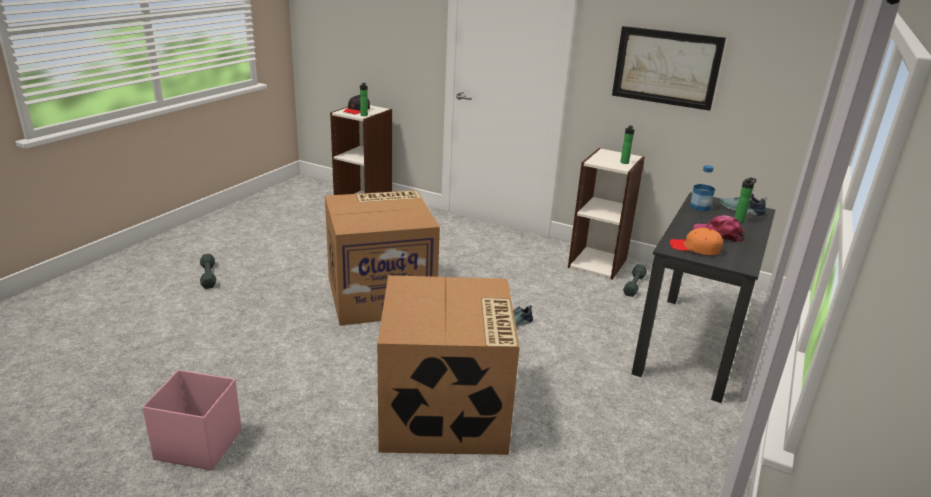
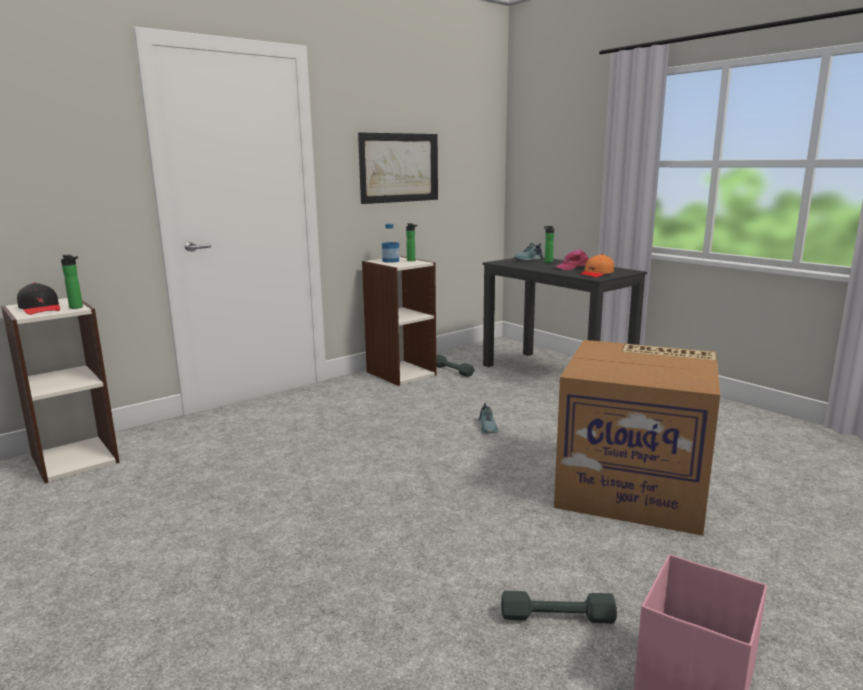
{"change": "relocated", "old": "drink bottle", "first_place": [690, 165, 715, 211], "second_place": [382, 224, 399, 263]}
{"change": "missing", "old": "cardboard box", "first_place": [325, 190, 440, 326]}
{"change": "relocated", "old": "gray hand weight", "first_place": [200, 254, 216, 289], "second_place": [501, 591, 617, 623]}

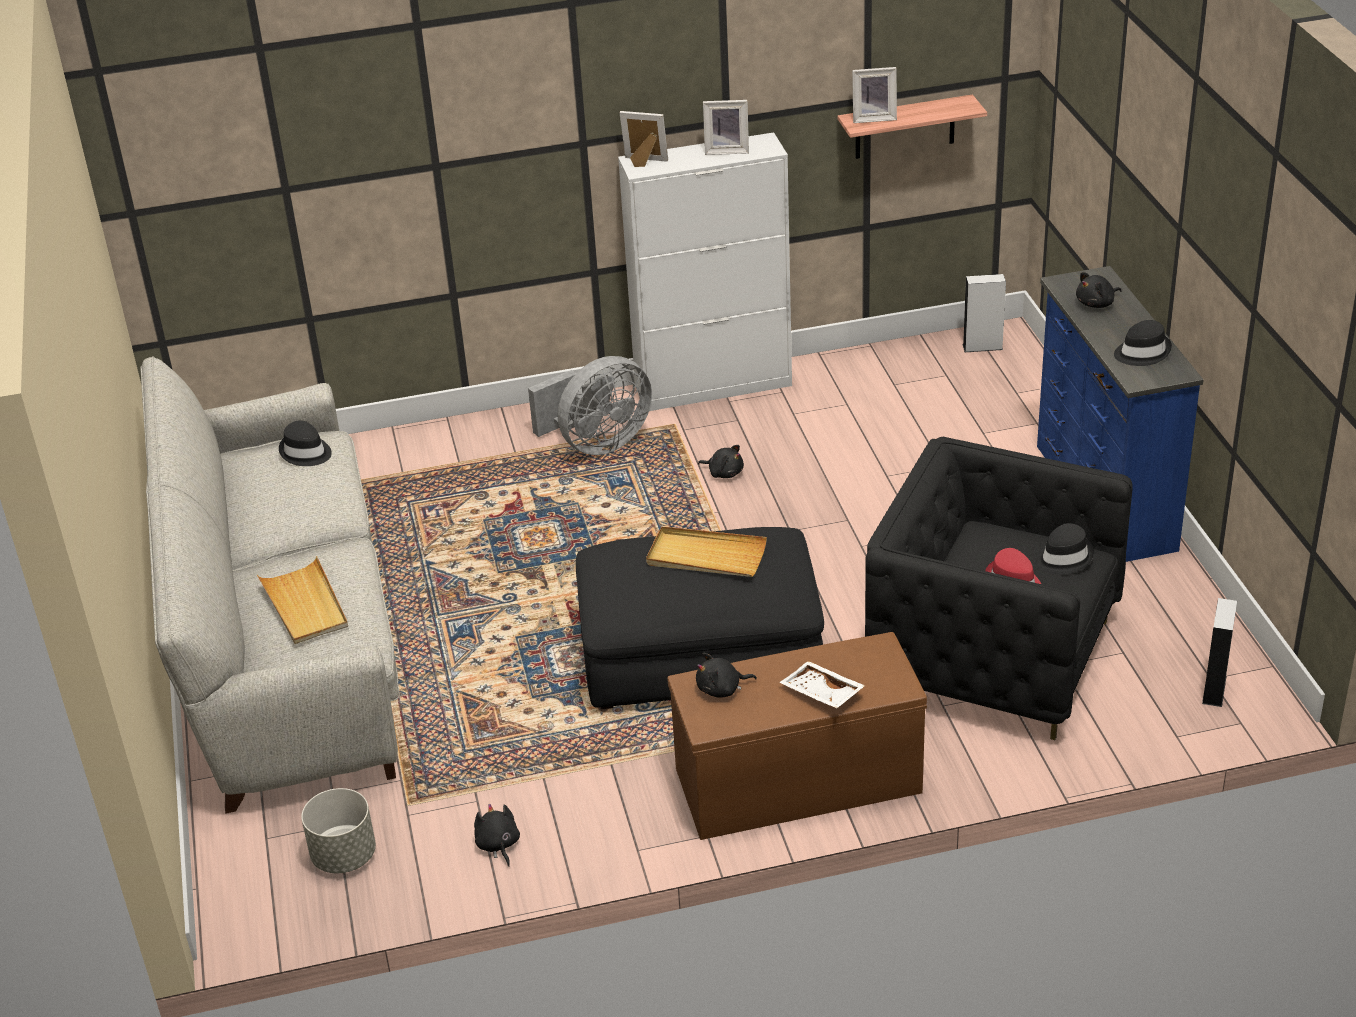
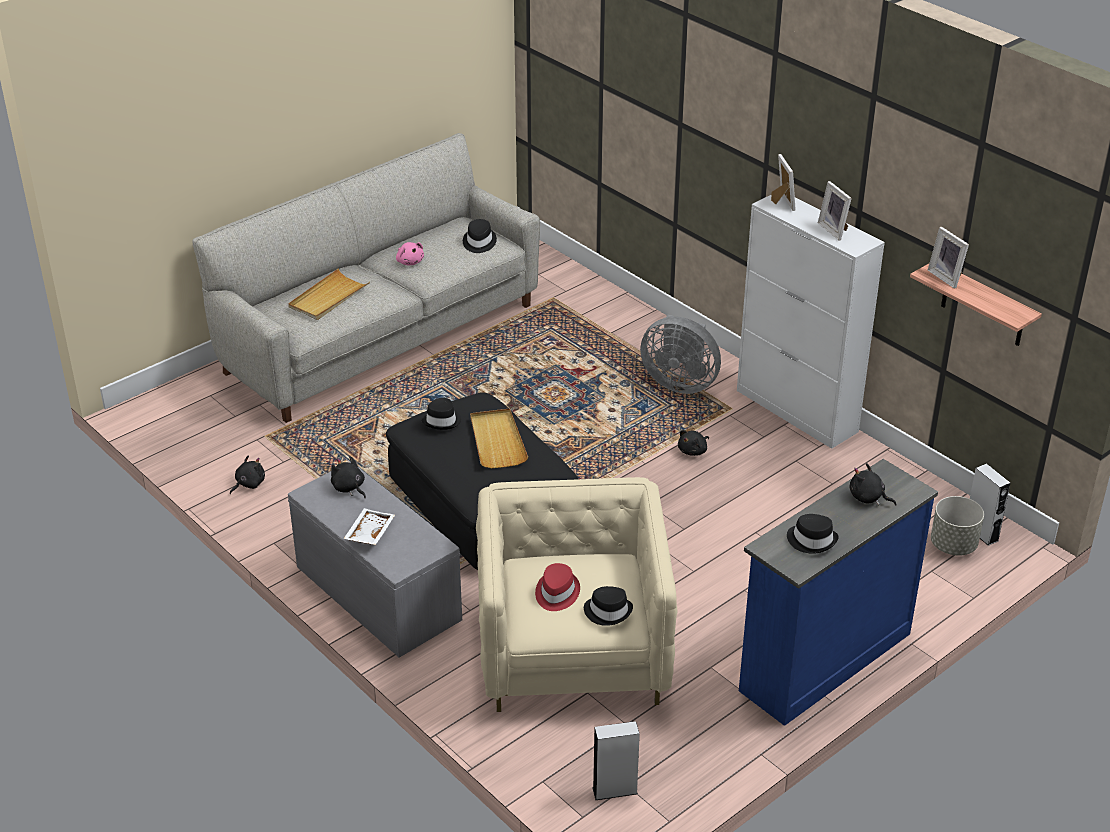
{"change": "colour", "old": "black lounge chair", "new": "beige lounge chair", "first_place": [865, 437, 1133, 740], "second_place": [476, 477, 678, 712]}
{"change": "spun", "old": "black plush toy", "first_place": [698, 445, 744, 478], "second_place": [678, 430, 709, 456], "degrees": 45}
{"change": "colour", "old": "brown long seat", "new": "gray long seat", "first_place": [668, 632, 927, 840], "second_place": [288, 462, 462, 658]}
{"change": "relocated", "old": "gray flower pot", "first_place": [301, 788, 376, 873], "second_place": [931, 496, 984, 556]}
{"change": "appeared", "new": "pink plush toy", "second_place": [396, 242, 424, 265]}
{"change": "appeared", "new": "black wearable hat", "second_place": [422, 398, 461, 430]}

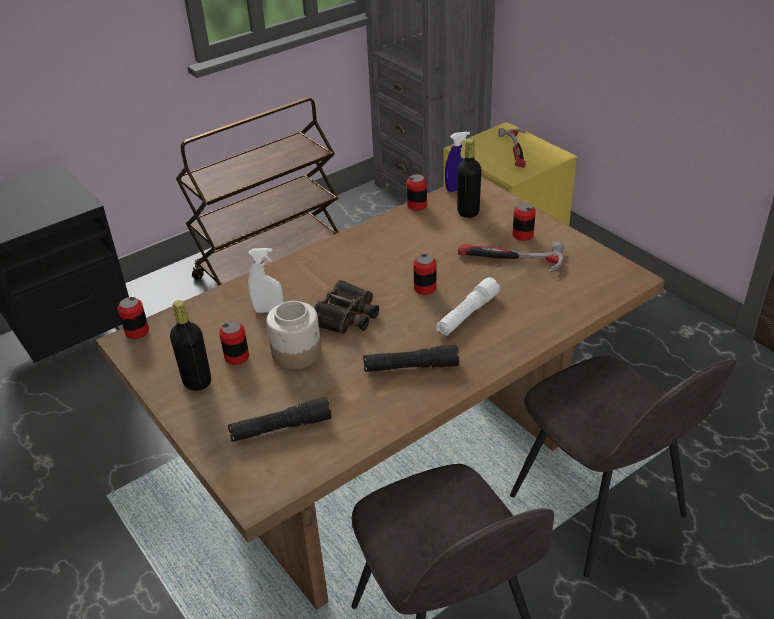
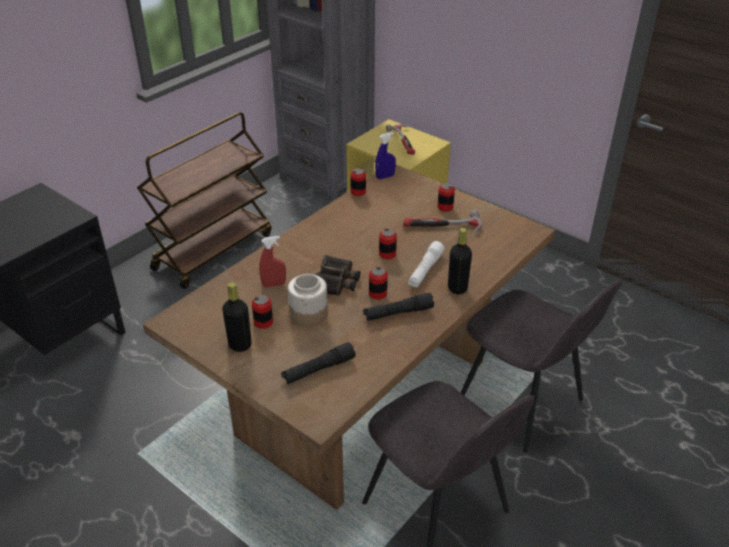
{"change": "relocated", "old": "black drink bottle", "first_place": [457, 139, 481, 218], "second_place": [448, 228, 472, 294]}
{"change": "colour", "old": "white sprayer", "new": "reddish sprayer", "first_place": [248, 248, 284, 313], "second_place": [259, 236, 286, 287]}
{"change": "relocated", "old": "metal can", "first_place": [118, 297, 149, 339], "second_place": [369, 267, 388, 300]}

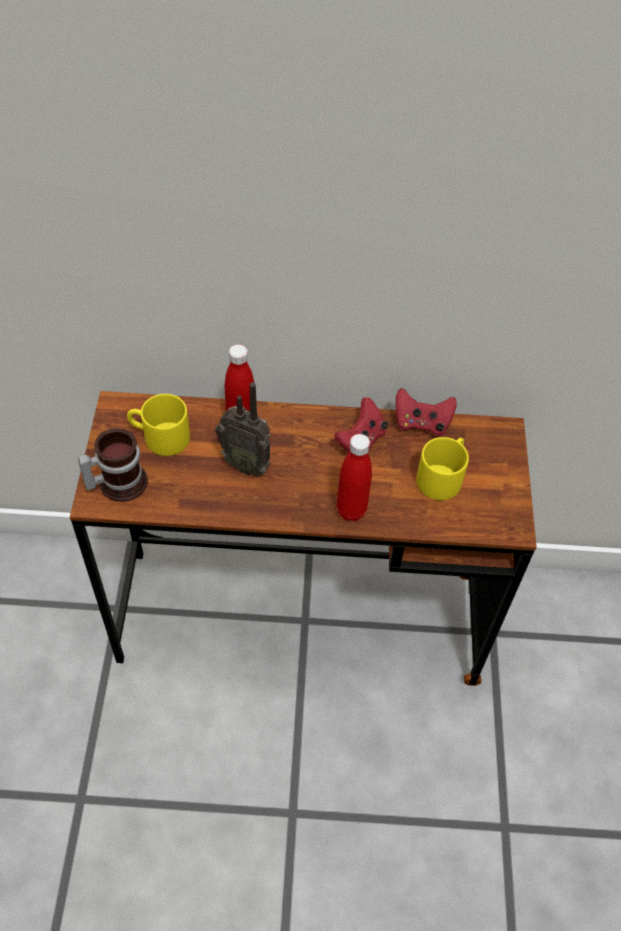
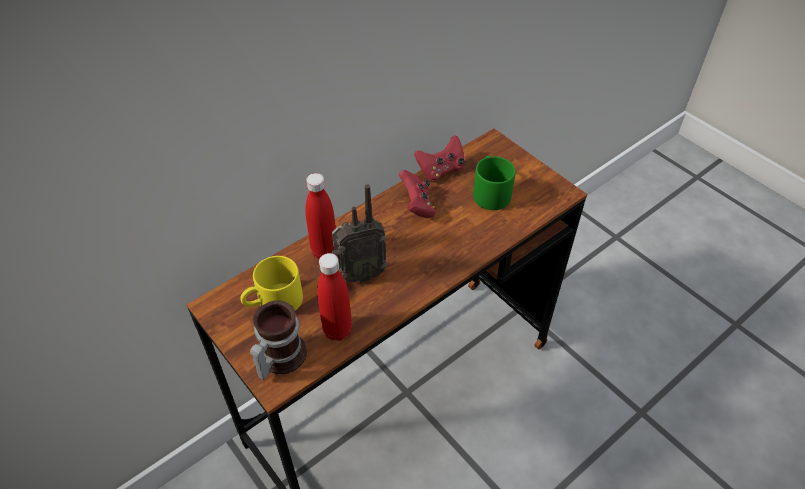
{"change": "relocated", "old": "reddish drink bottle", "first_place": [337, 434, 372, 521], "second_place": [317, 253, 352, 341]}
{"change": "colour", "old": "yellow mug", "new": "green-coloured mug", "first_place": [416, 437, 469, 500], "second_place": [473, 156, 516, 210]}

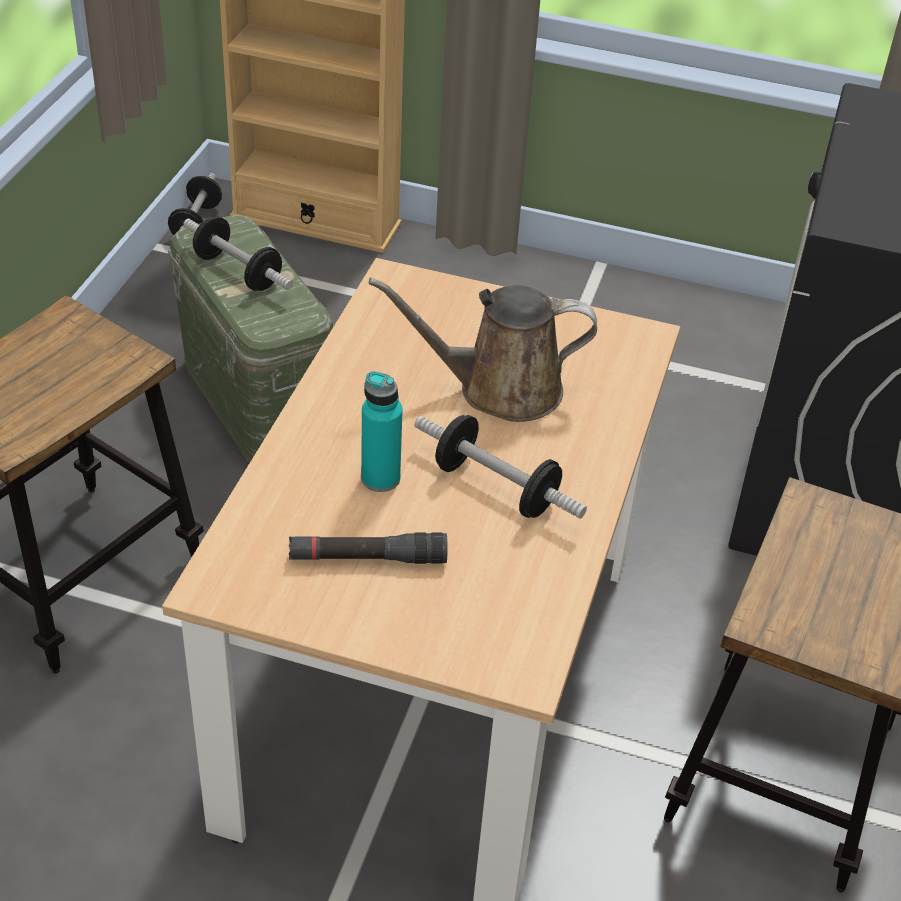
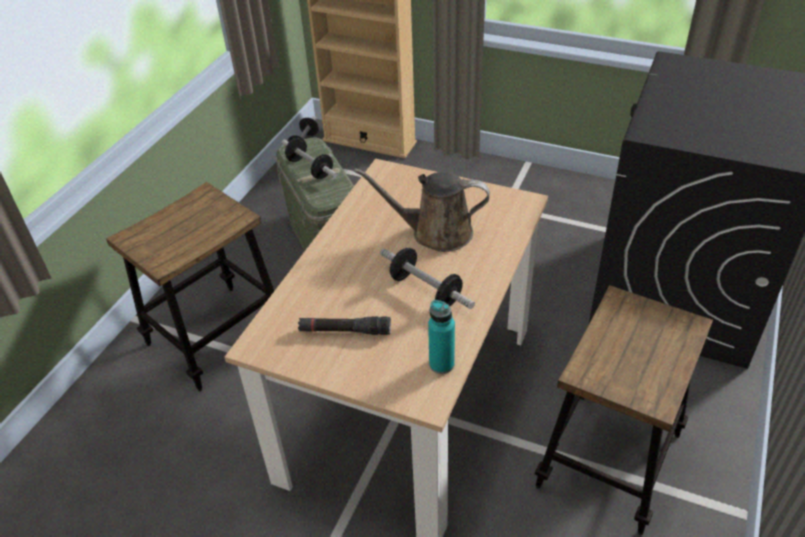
{"change": "relocated", "old": "turquoise drink bottle", "first_place": [361, 371, 403, 492], "second_place": [428, 300, 455, 374]}

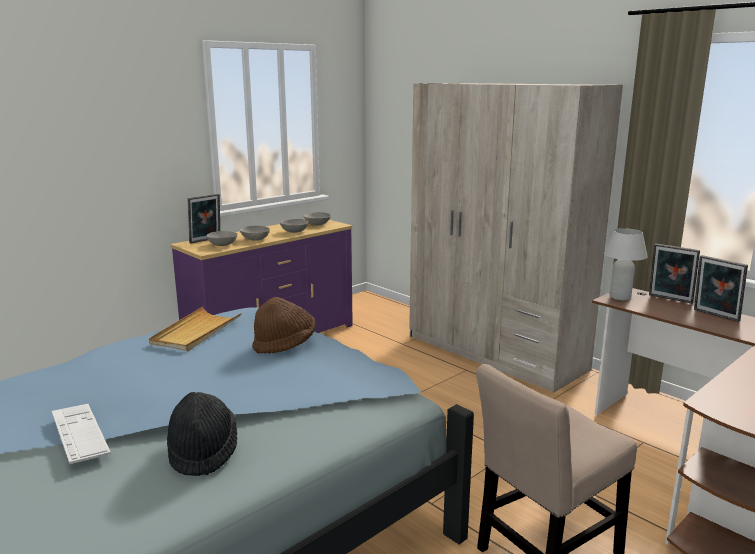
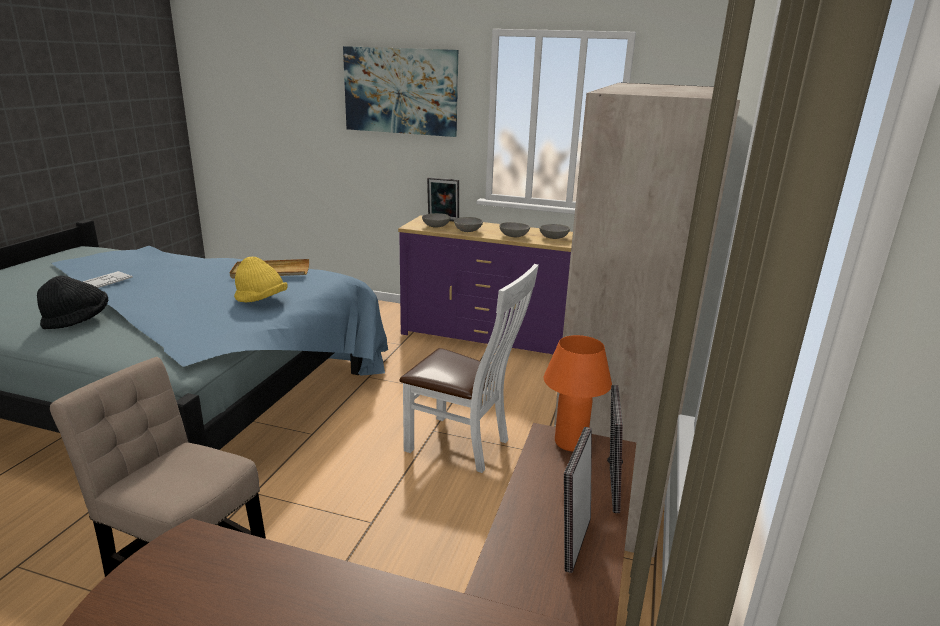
{"change": "colour", "old": "white table lamp", "new": "orange-coloured table lamp", "first_place": [604, 228, 648, 300], "second_place": [544, 335, 612, 451]}
{"change": "colour", "old": "brown wearable hat", "new": "yellow wearable hat", "first_place": [252, 297, 315, 354], "second_place": [234, 256, 288, 302]}
{"change": "appeared", "new": "wall picture", "second_place": [343, 46, 458, 137]}
{"change": "appeared", "new": "white upright chair", "second_place": [399, 264, 539, 473]}

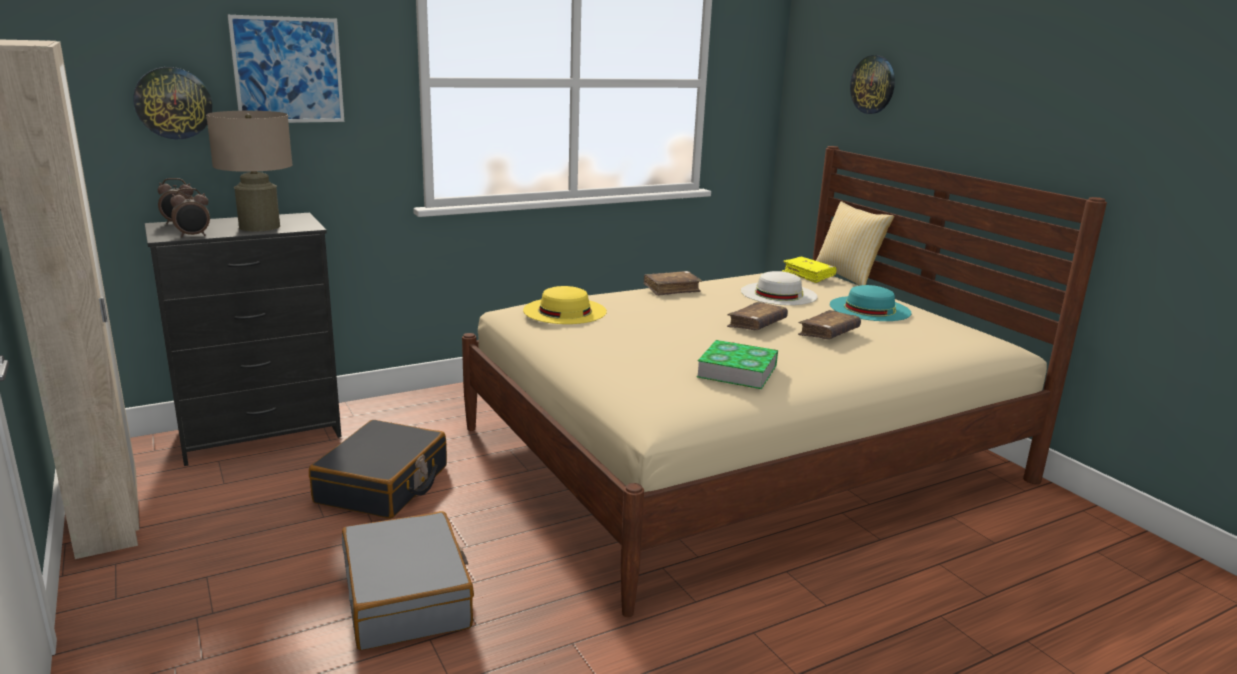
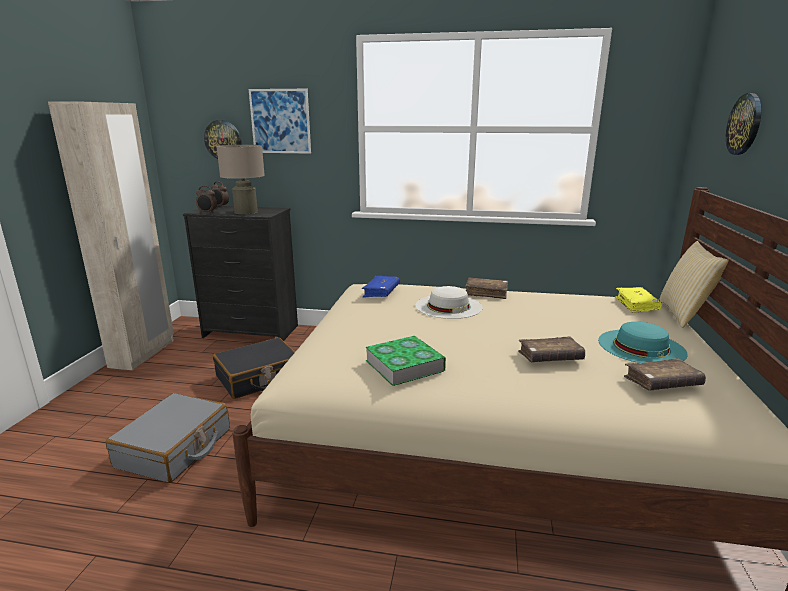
{"change": "relocated", "old": "white wearable hat", "first_place": [741, 271, 818, 305], "second_place": [416, 286, 482, 319]}
{"change": "exchanged", "old": "yellow wearable hat", "new": "blue-coloured bound book", "first_place": [523, 286, 607, 324], "second_place": [362, 276, 400, 298]}
{"change": "relocated", "old": "brown bound book", "first_place": [727, 302, 788, 330], "second_place": [624, 358, 706, 391]}

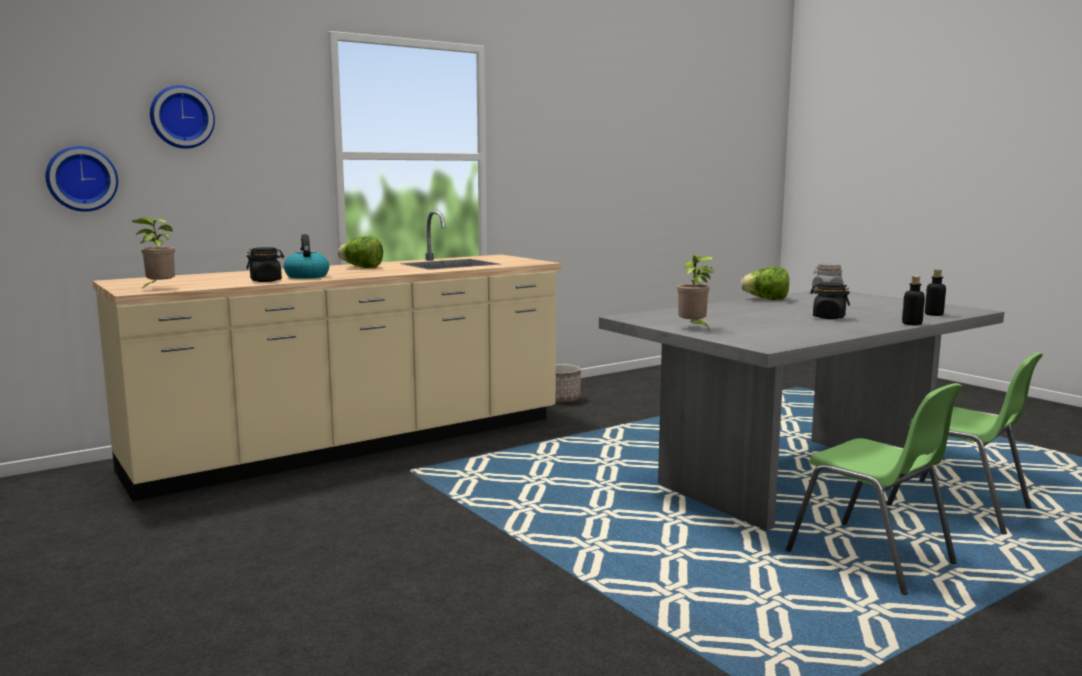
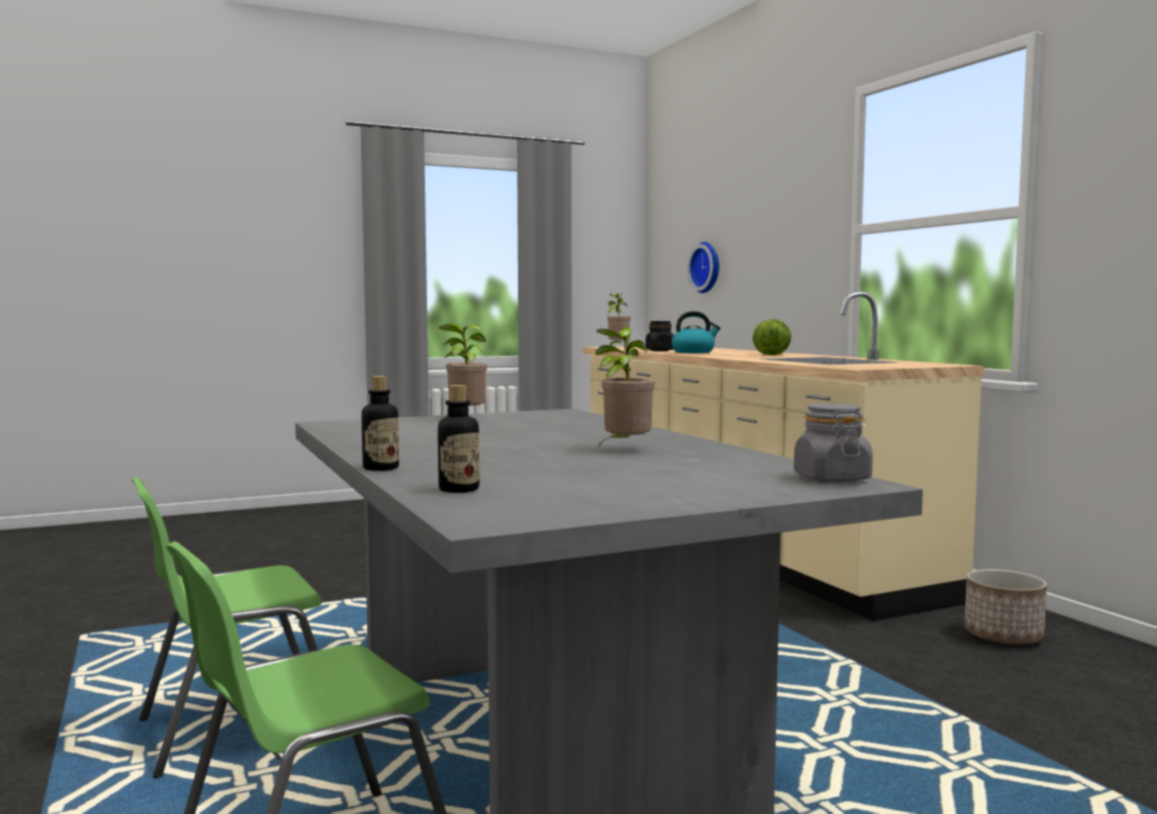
{"change": "missing", "old": "hanging clock", "first_place": [150, 85, 215, 149]}
{"change": "missing", "old": "head of lettuce", "first_place": [741, 267, 789, 300]}
{"change": "missing", "old": "black preserve jar", "first_place": [810, 282, 850, 319]}
{"change": "appeared", "new": "plant in a pot", "second_place": [596, 327, 655, 446]}

